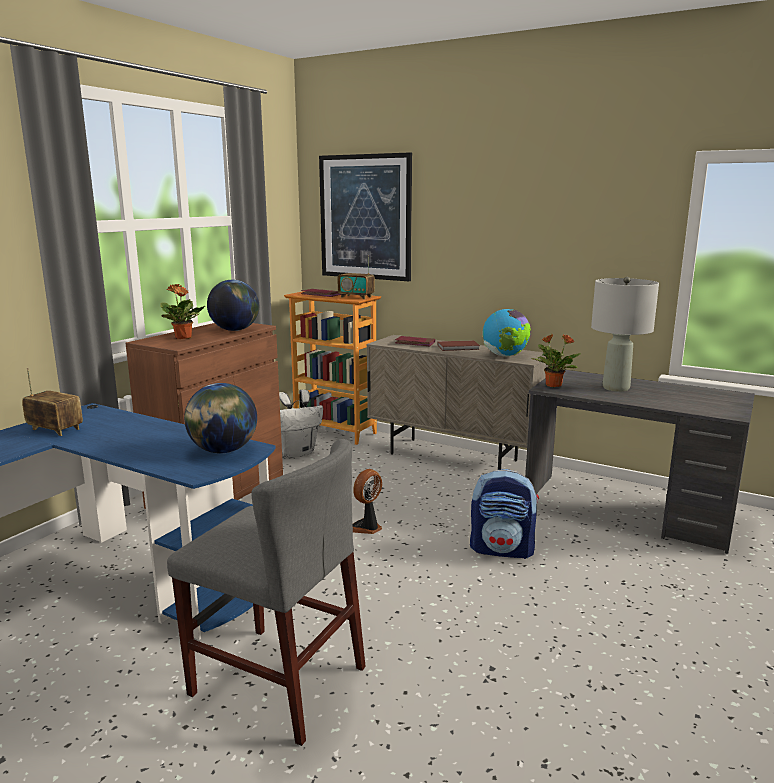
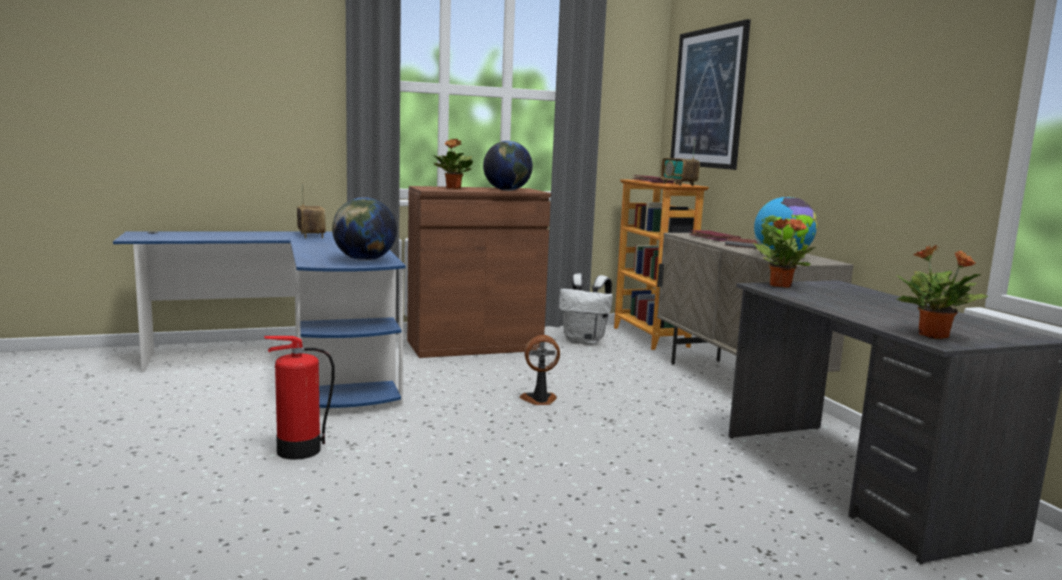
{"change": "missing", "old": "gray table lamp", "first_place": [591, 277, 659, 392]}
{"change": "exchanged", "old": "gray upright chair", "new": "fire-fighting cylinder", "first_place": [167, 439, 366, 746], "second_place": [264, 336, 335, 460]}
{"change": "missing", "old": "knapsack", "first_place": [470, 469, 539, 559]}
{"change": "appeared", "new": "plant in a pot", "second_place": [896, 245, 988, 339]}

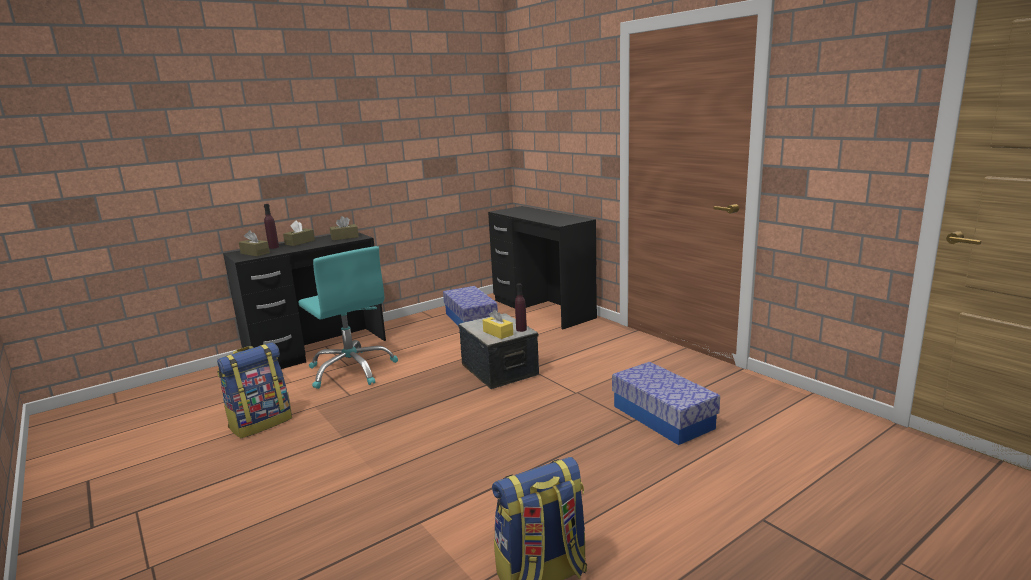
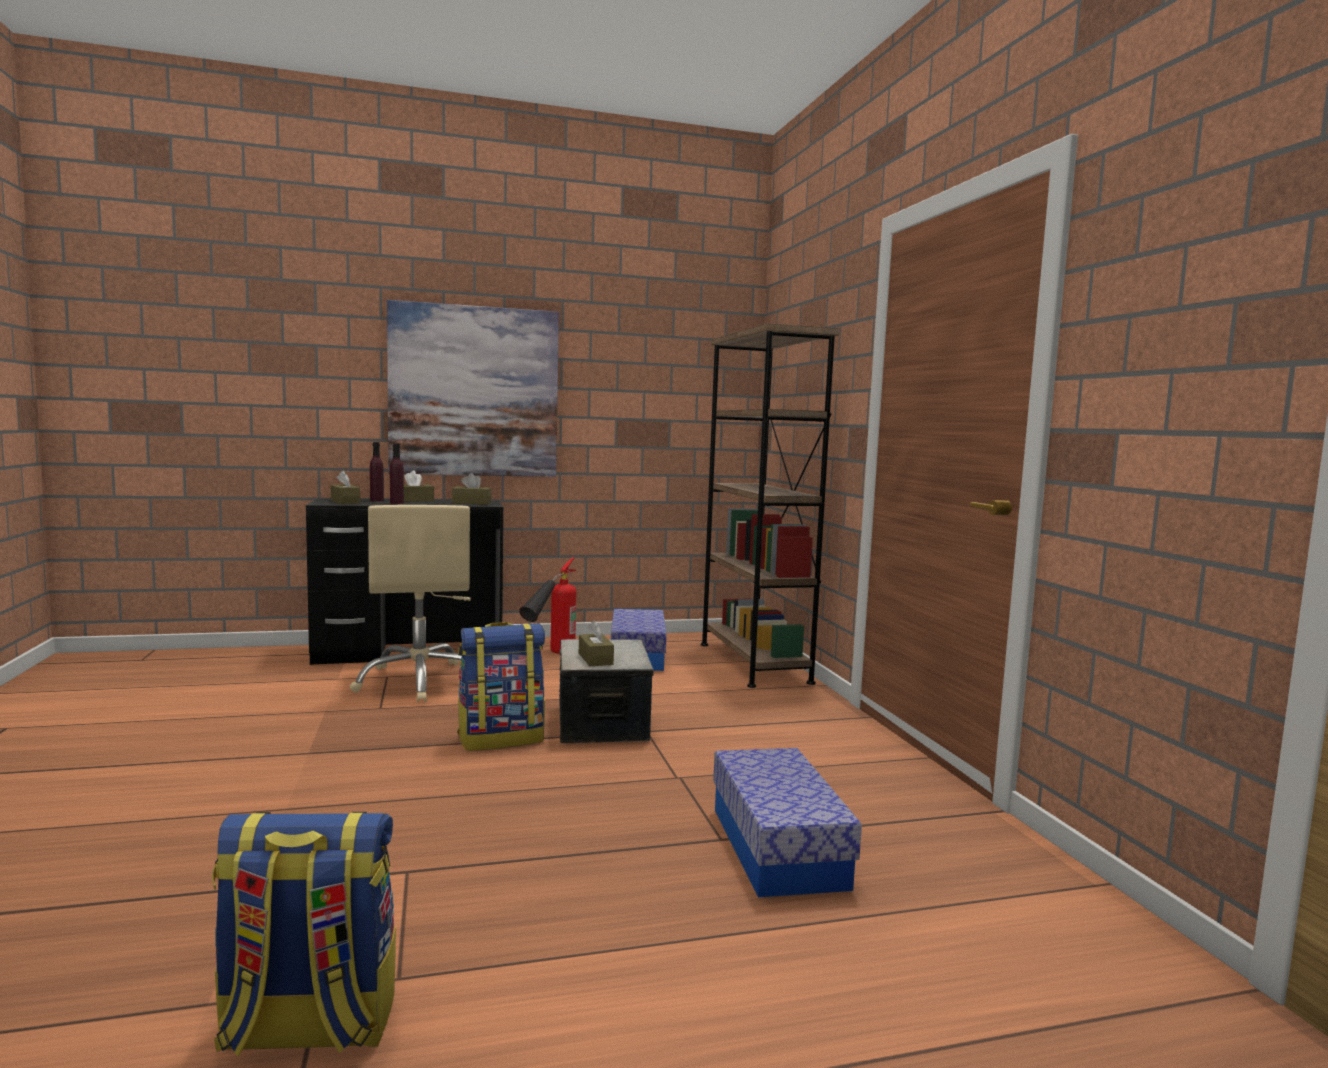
{"change": "exchanged", "old": "black desk table", "new": "brown shelving unit", "first_place": [488, 206, 597, 329], "second_place": [701, 323, 840, 688]}
{"change": "colour", "old": "turquoise desk chair", "new": "beige desk chair", "first_place": [298, 246, 398, 389], "second_place": [350, 505, 471, 702]}
{"change": "relocated", "old": "purple-coloured drink bottle", "first_place": [515, 283, 527, 332], "second_place": [390, 443, 404, 504]}
{"change": "colour", "old": "yellow tissue holder", "new": "brown tissue holder", "first_place": [483, 310, 513, 339], "second_place": [579, 620, 614, 666]}
{"change": "relocated", "old": "knapsack", "first_place": [217, 342, 292, 438], "second_place": [457, 622, 545, 751]}
{"change": "appeared", "new": "wall picture", "second_place": [387, 300, 559, 477]}
{"change": "appeared", "new": "fire-fighting cylinder", "second_place": [519, 557, 577, 654]}

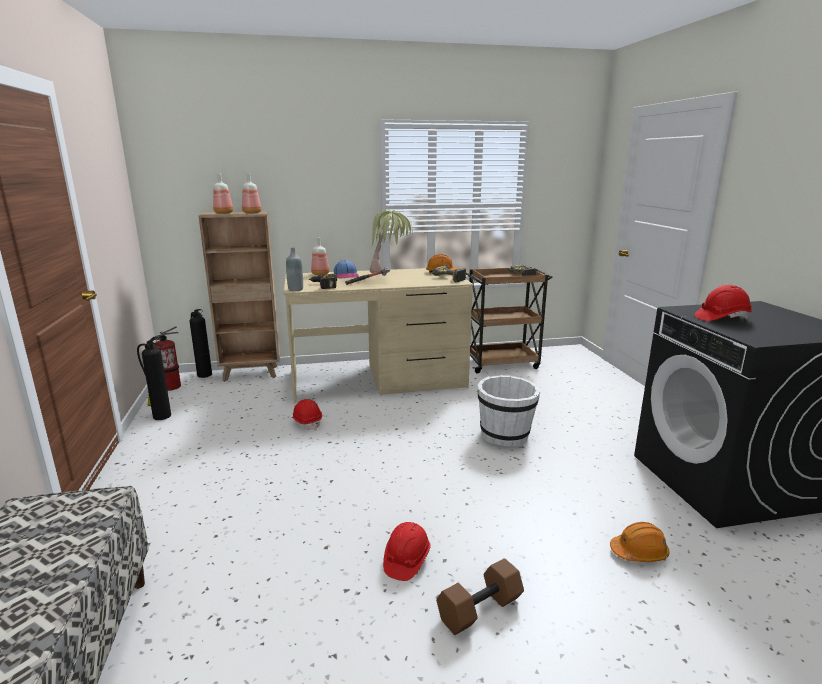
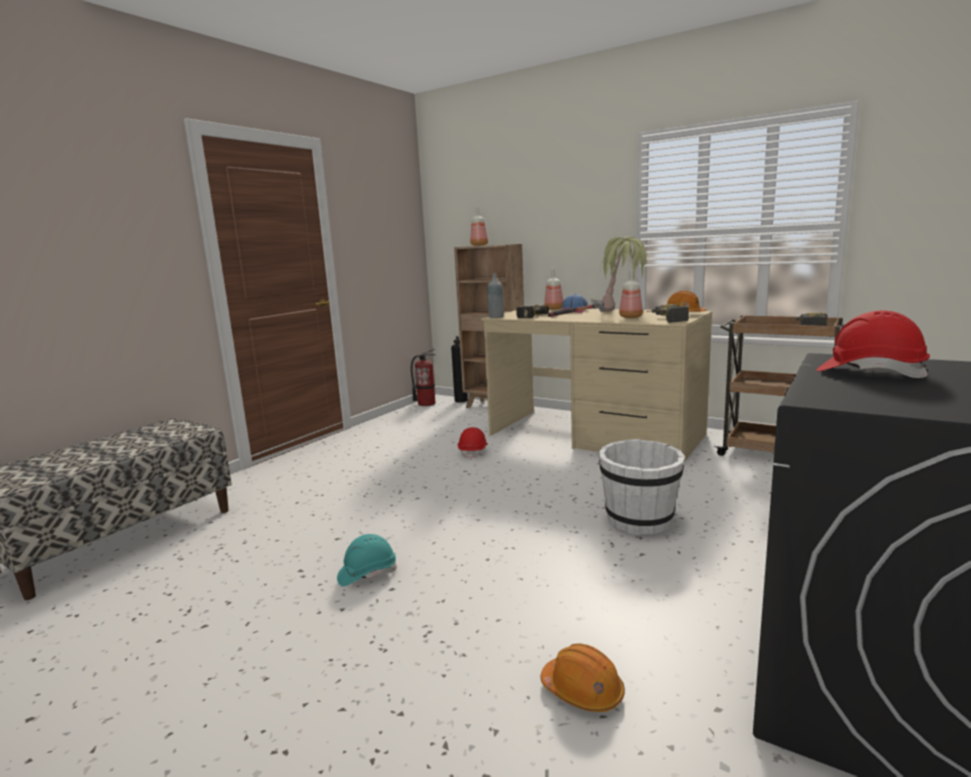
{"change": "relocated", "old": "drink bottle", "first_place": [242, 173, 261, 214], "second_place": [619, 270, 643, 318]}
{"change": "missing", "old": "fire-fighting cylinder", "first_place": [137, 338, 171, 420]}
{"change": "colour", "old": "reddish hard hat", "new": "turquoise hard hat", "first_place": [383, 522, 431, 581], "second_place": [337, 534, 397, 587]}
{"change": "missing", "old": "brown hand weight", "first_place": [436, 558, 524, 635]}

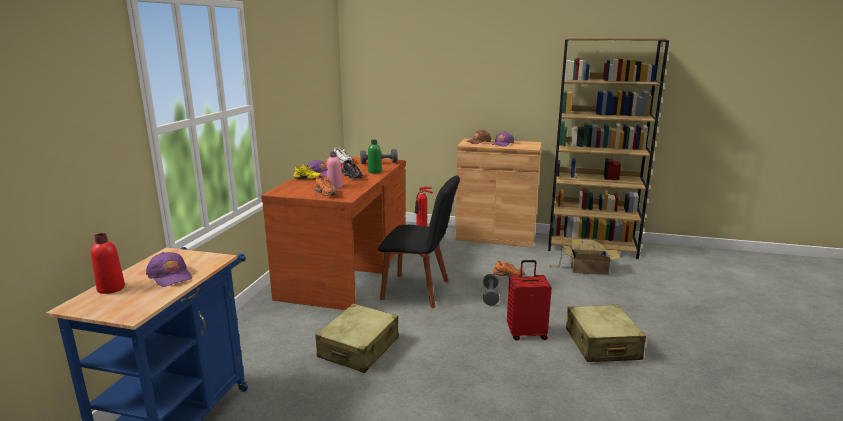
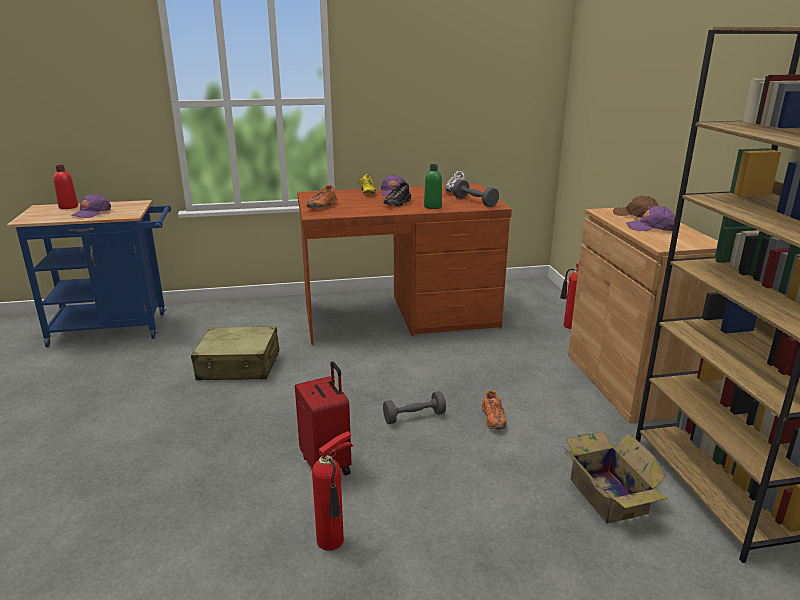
{"change": "missing", "old": "pink drink bottle", "first_place": [327, 152, 343, 189]}
{"change": "missing", "old": "black upright chair", "first_place": [378, 175, 460, 308]}
{"change": "exchanged", "old": "beige suitcase", "new": "fire-fighting cylinder", "first_place": [566, 305, 646, 362], "second_place": [312, 431, 353, 551]}

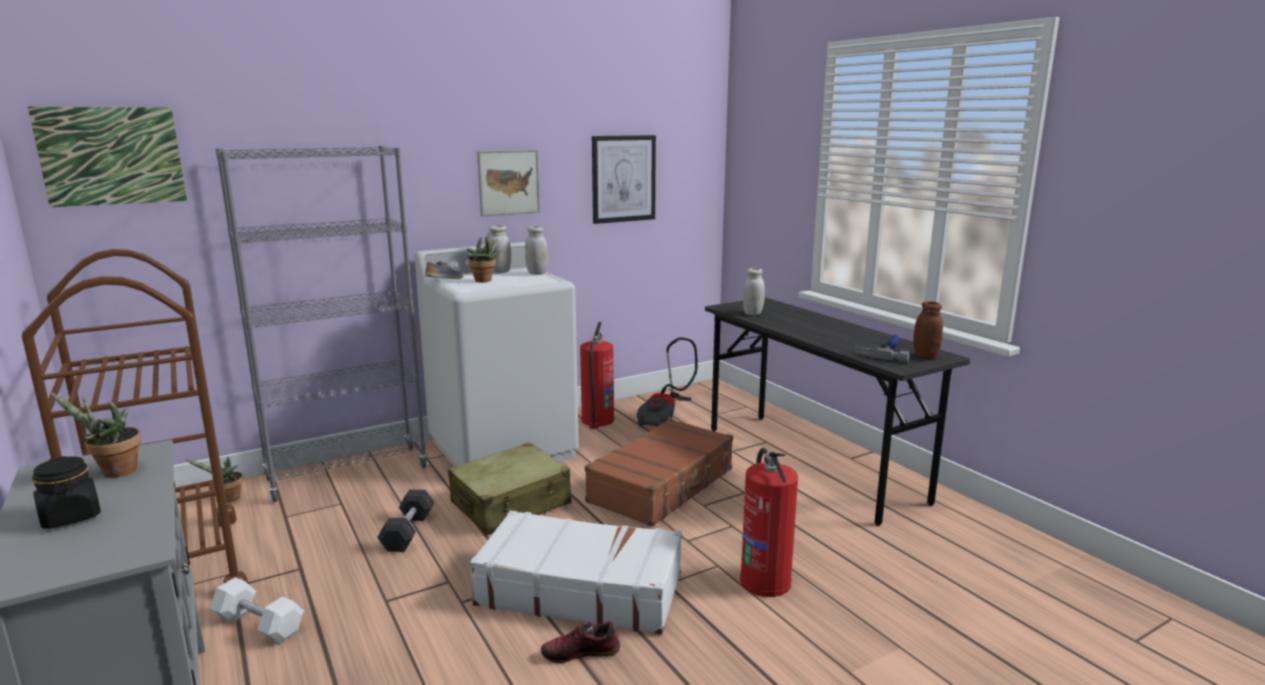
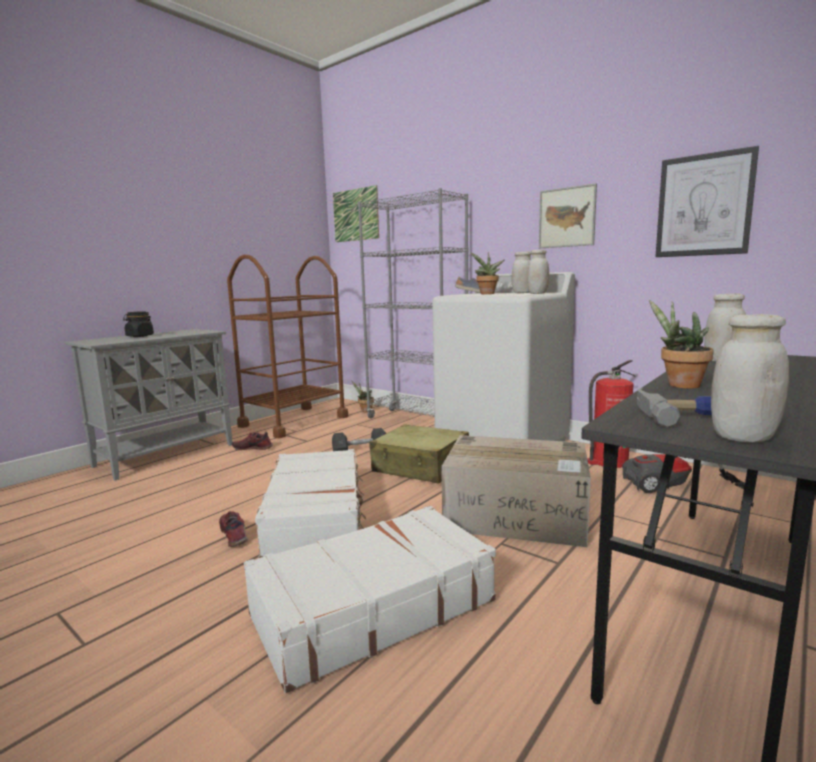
{"change": "colour", "old": "brown preserve jar", "new": "white preserve jar", "first_place": [913, 301, 943, 360], "second_place": [711, 314, 789, 443]}
{"change": "relocated", "old": "plant in a pot", "first_place": [50, 392, 141, 477], "second_place": [649, 300, 713, 389]}
{"change": "exchanged", "old": "brown suitcase", "new": "cardboard box", "first_place": [585, 419, 733, 527], "second_place": [441, 435, 591, 547]}
{"change": "exchanged", "old": "fire-fighting cylinder", "new": "white suitcase", "first_place": [740, 448, 798, 597], "second_place": [244, 506, 496, 693]}
{"change": "exchanged", "old": "white hand weight", "new": "shoe", "first_place": [210, 577, 304, 644], "second_place": [232, 432, 273, 450]}

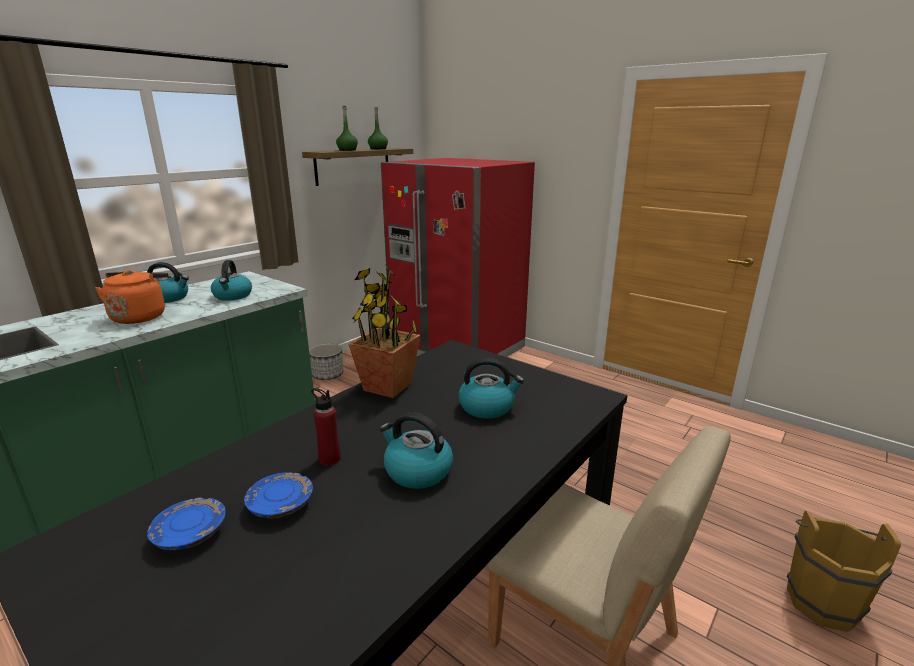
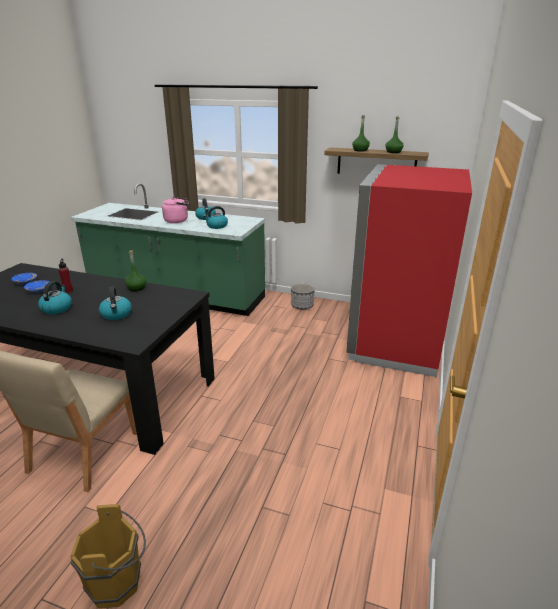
{"change": "exchanged", "old": "plant in a pot", "new": "green-coloured drink bottle", "first_place": [348, 265, 420, 398], "second_place": [125, 250, 146, 291]}
{"change": "colour", "old": "orange-coloured tea kettle", "new": "pink tea kettle", "first_place": [95, 270, 168, 324], "second_place": [162, 197, 189, 223]}

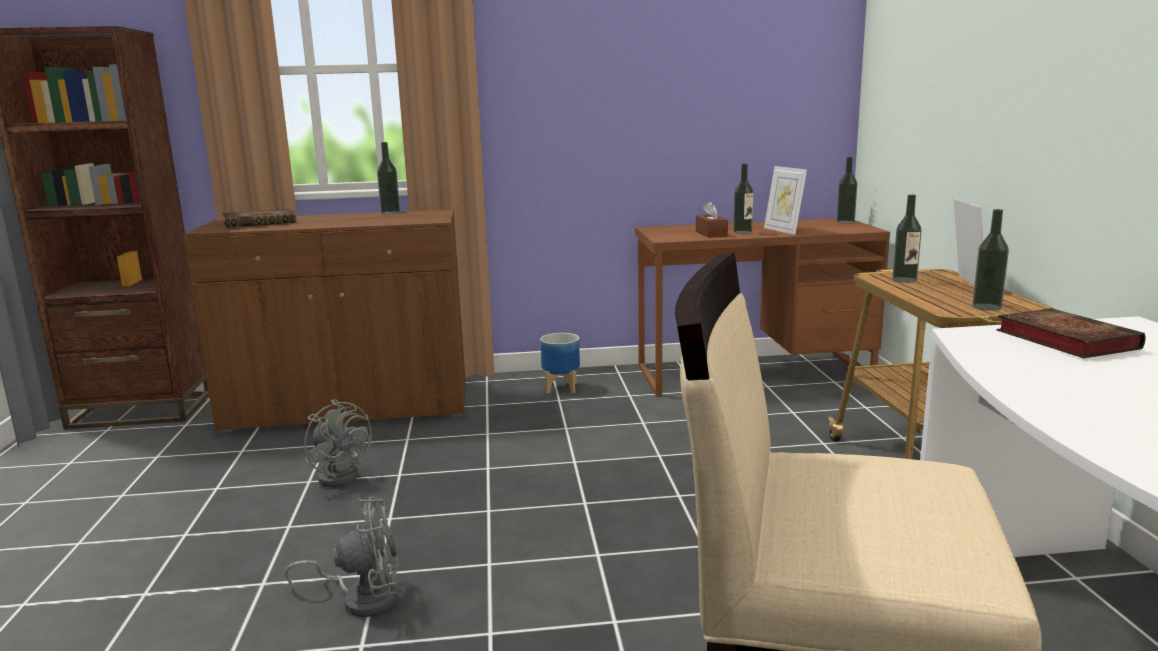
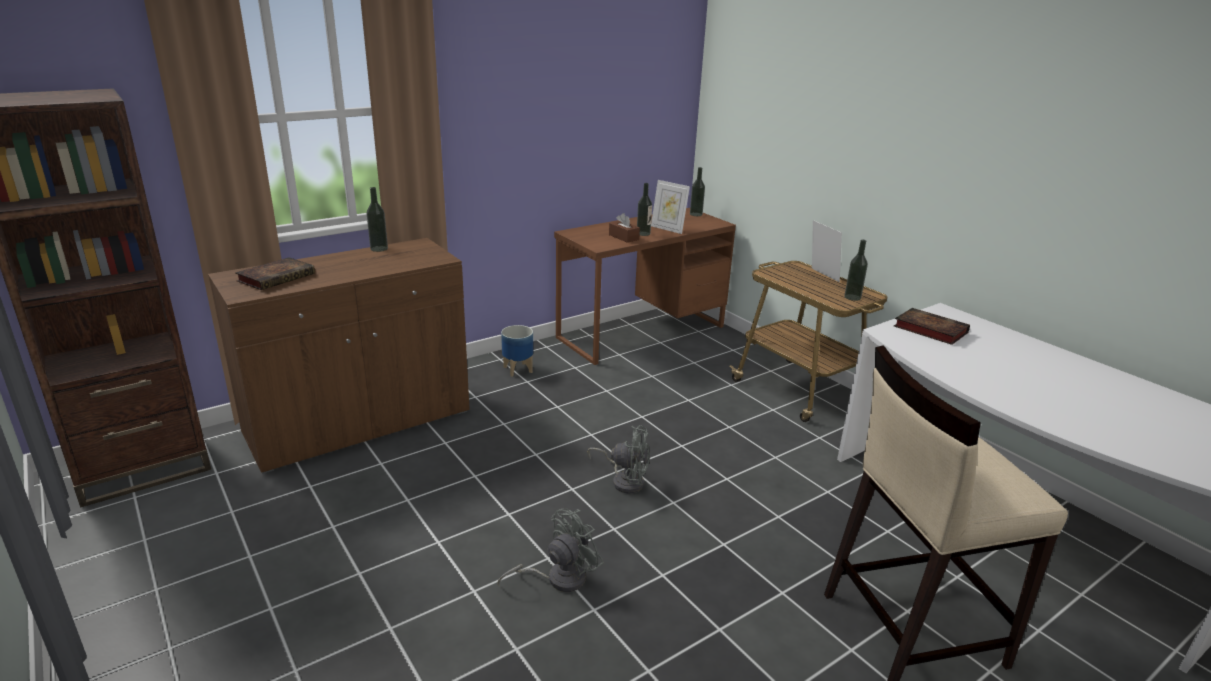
{"change": "missing", "old": "drink bottle", "first_place": [892, 194, 922, 283]}
{"change": "relocated", "old": "gray electric fan", "first_place": [304, 399, 372, 487], "second_place": [587, 425, 650, 494]}

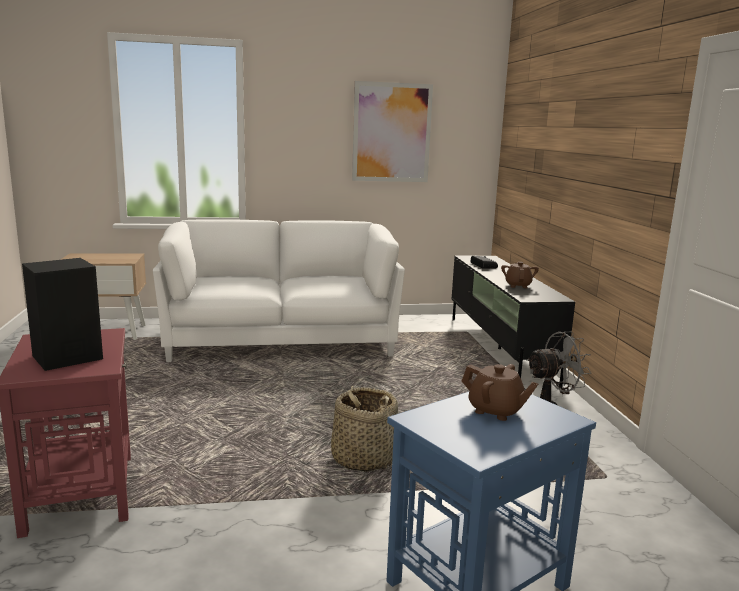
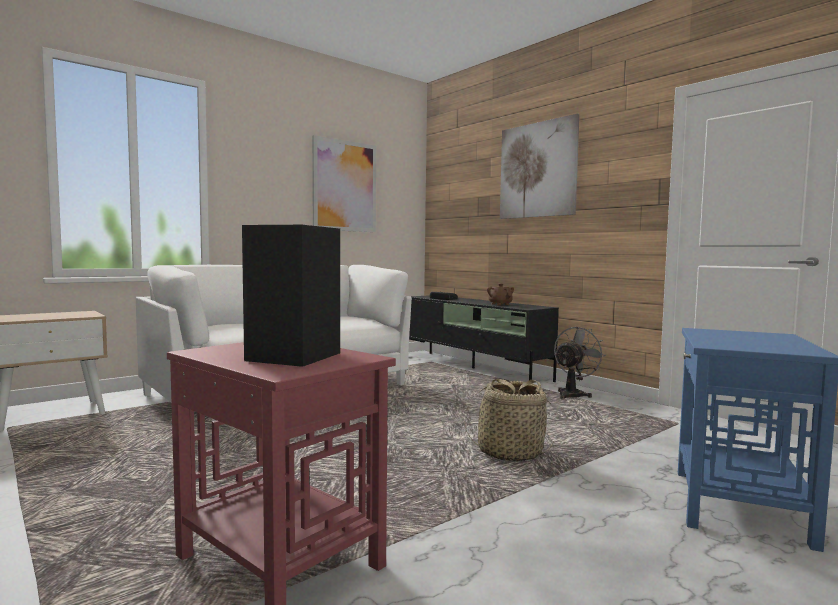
{"change": "missing", "old": "brown pot for tea", "first_place": [462, 364, 538, 421]}
{"change": "appeared", "new": "wall picture", "second_place": [500, 113, 580, 219]}

